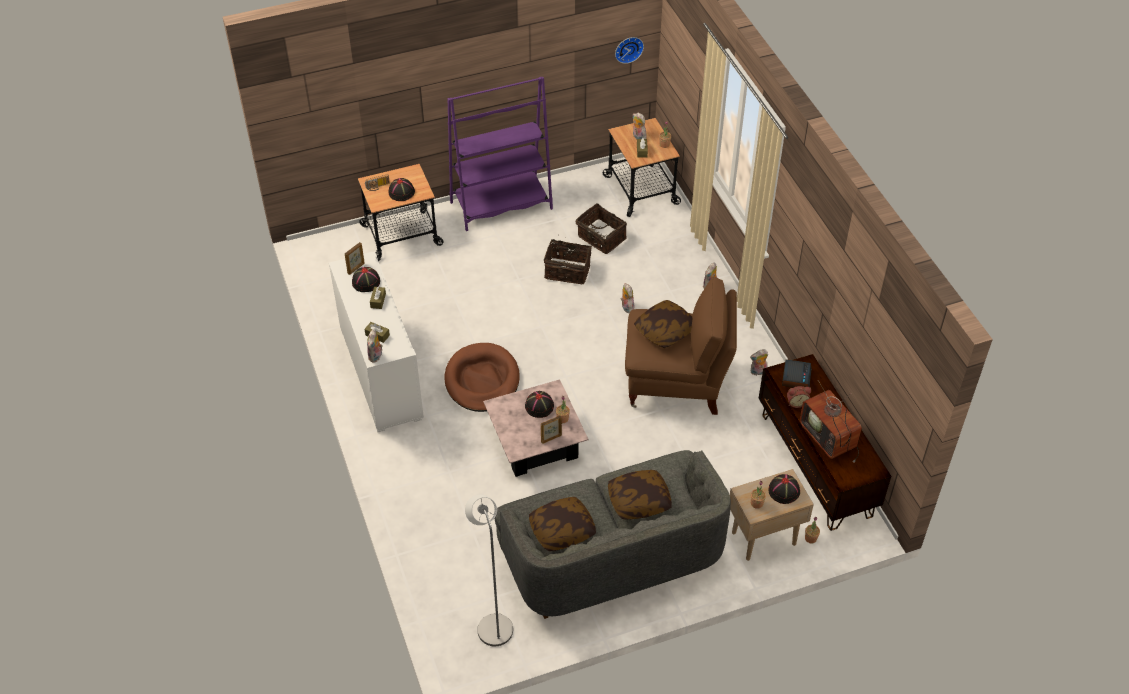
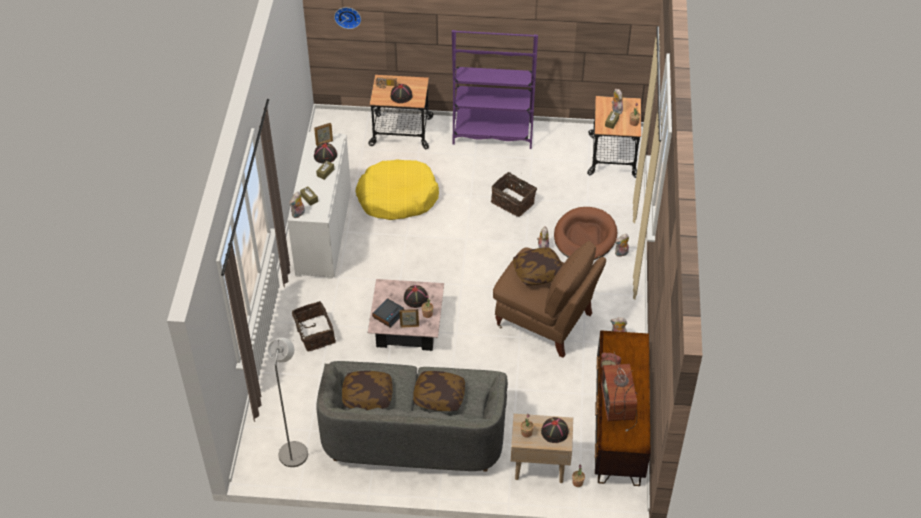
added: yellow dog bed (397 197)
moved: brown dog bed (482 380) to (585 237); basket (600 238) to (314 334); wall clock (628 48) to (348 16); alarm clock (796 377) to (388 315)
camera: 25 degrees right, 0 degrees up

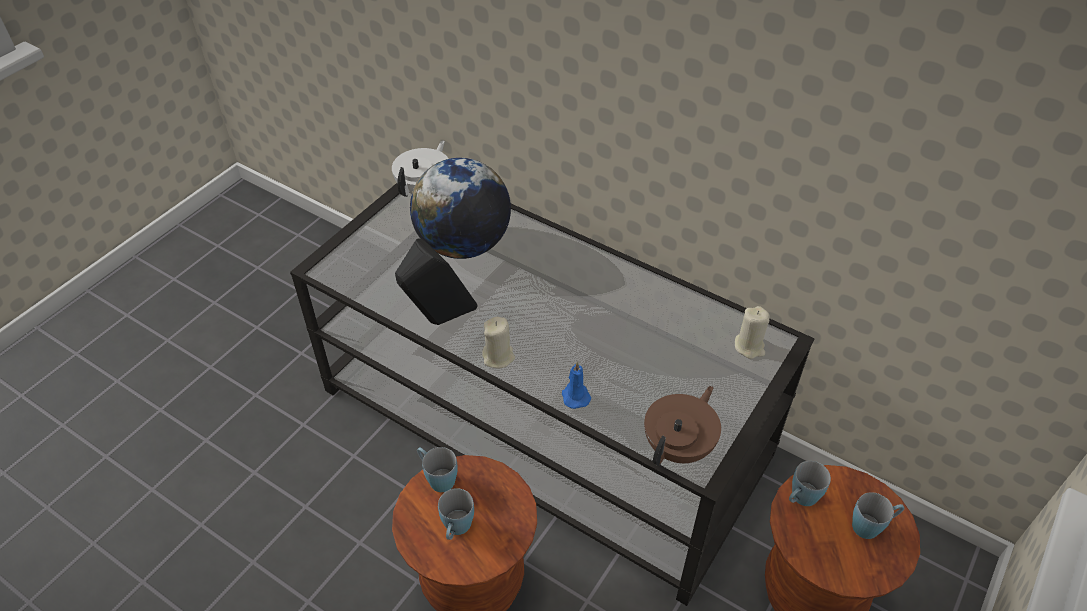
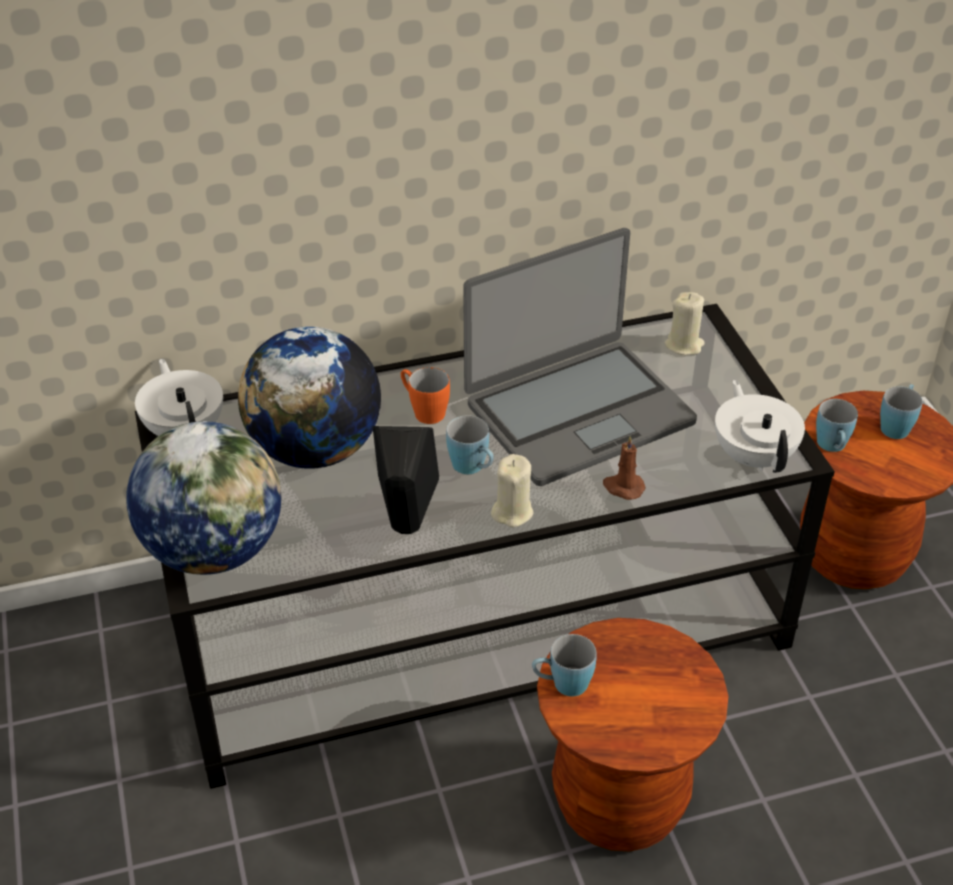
added: globe (214 550); orange mug (423 410); laptop (577 412)
moved: blue mug (456 529) to (473 468)
recoloured: blue candle (575 395) to brown candle (623 487); brown teapot (679 446) to white teapot (753 456)
camera: 50 degrees left, 5 degrees down

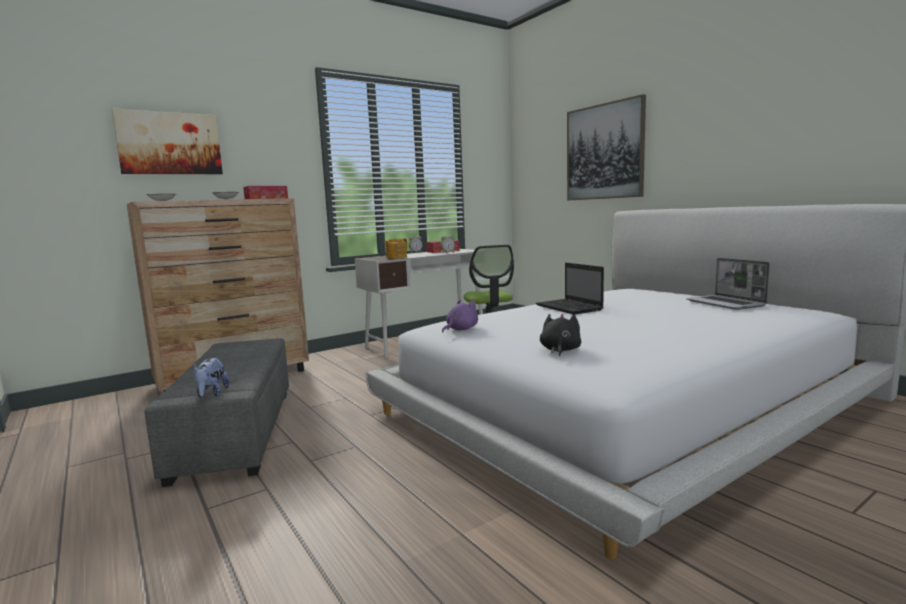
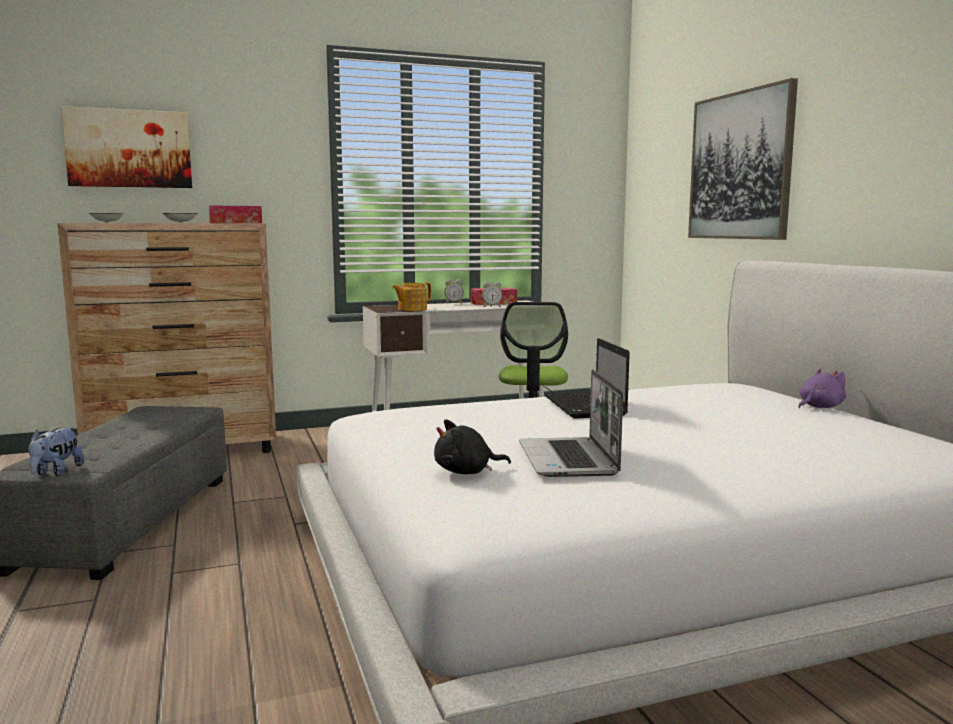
moved: purple plush toy (460 329) to (819 407); laptop (726 303) to (569 460)
turned: black plush toy (560 350) = (466 472) 135 degrees counterclockwise
camera: 15 degrees right, 0 degrees up

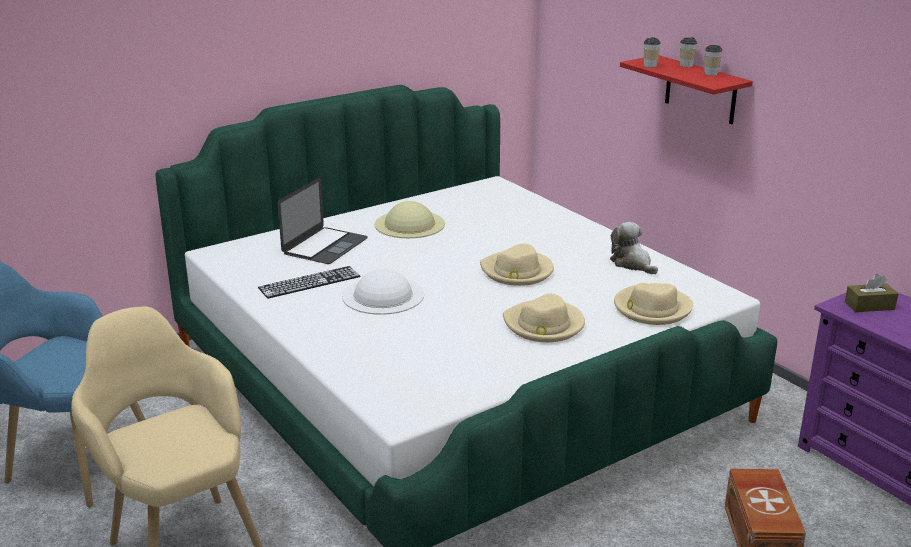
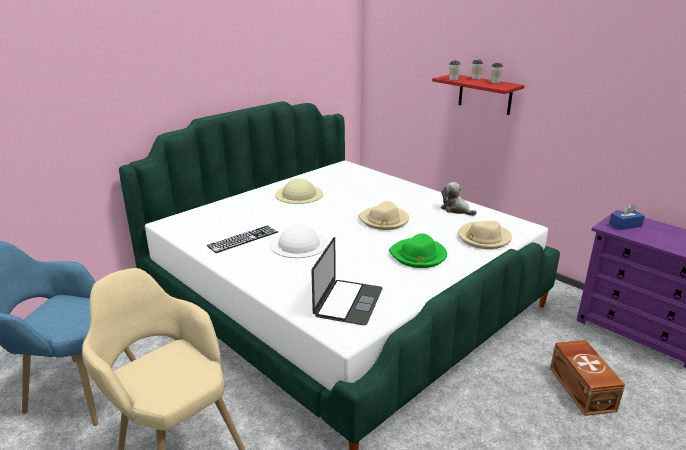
moved: laptop (325 246) to (348 302)
recoloured: beige hat (544 325) to green hat (418 255); brown tissue box (869 306) to blue tissue box (625 225)
camera: 10 degrees left, 0 degrees up

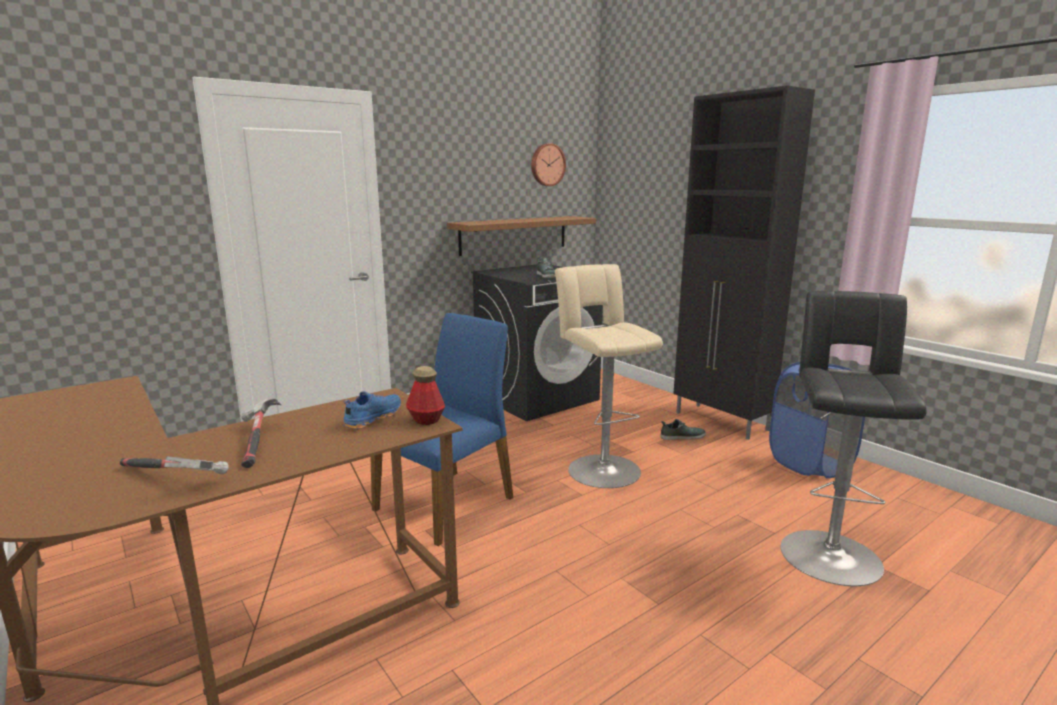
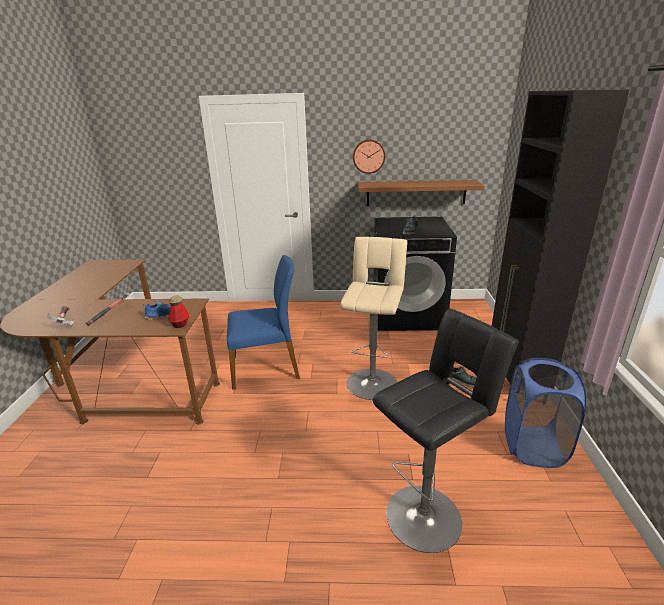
moved: wall clock (547 165) to (368 156)
camera: 40 degrees right, 10 degrees up

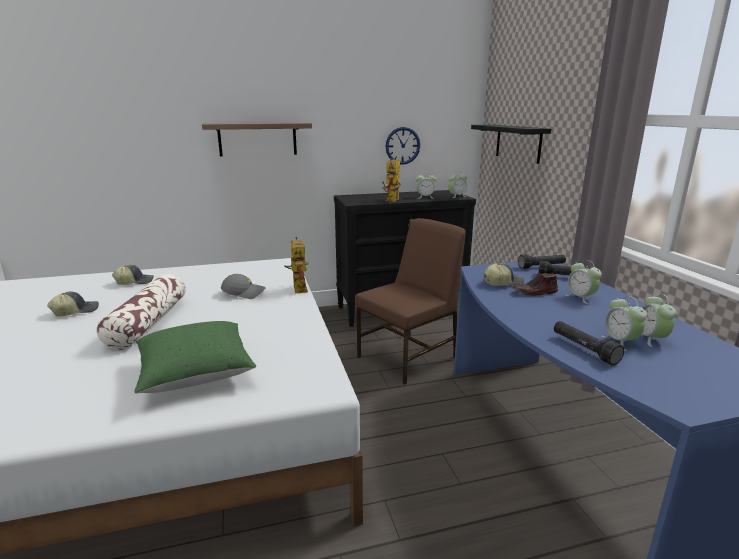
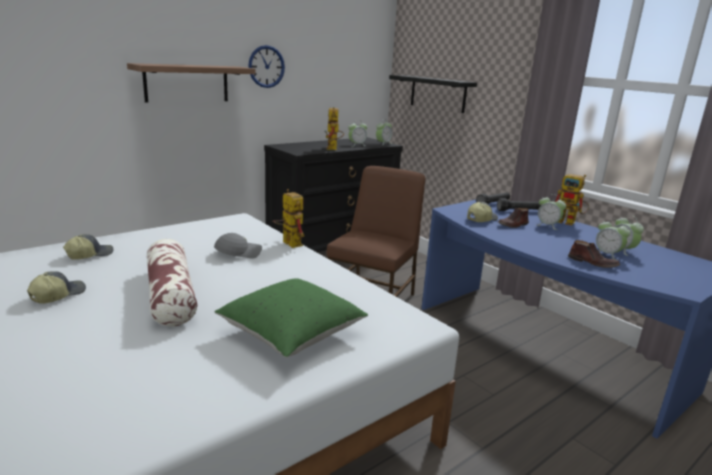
added: toy robot (569 222)
moved: wall clock (402 145) to (266 66)
replaced: black flashlight (584 349) to brown shoe (592 263)
camera: 25 degrees left, 0 degrees up

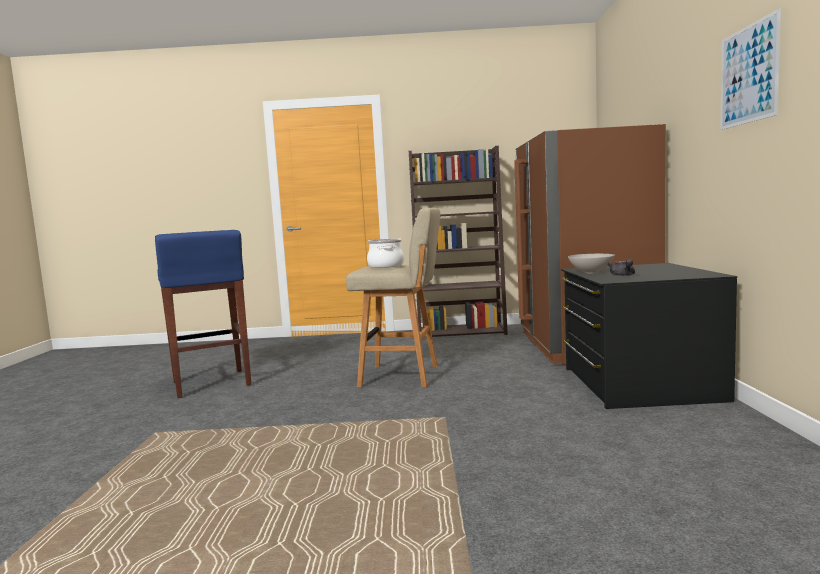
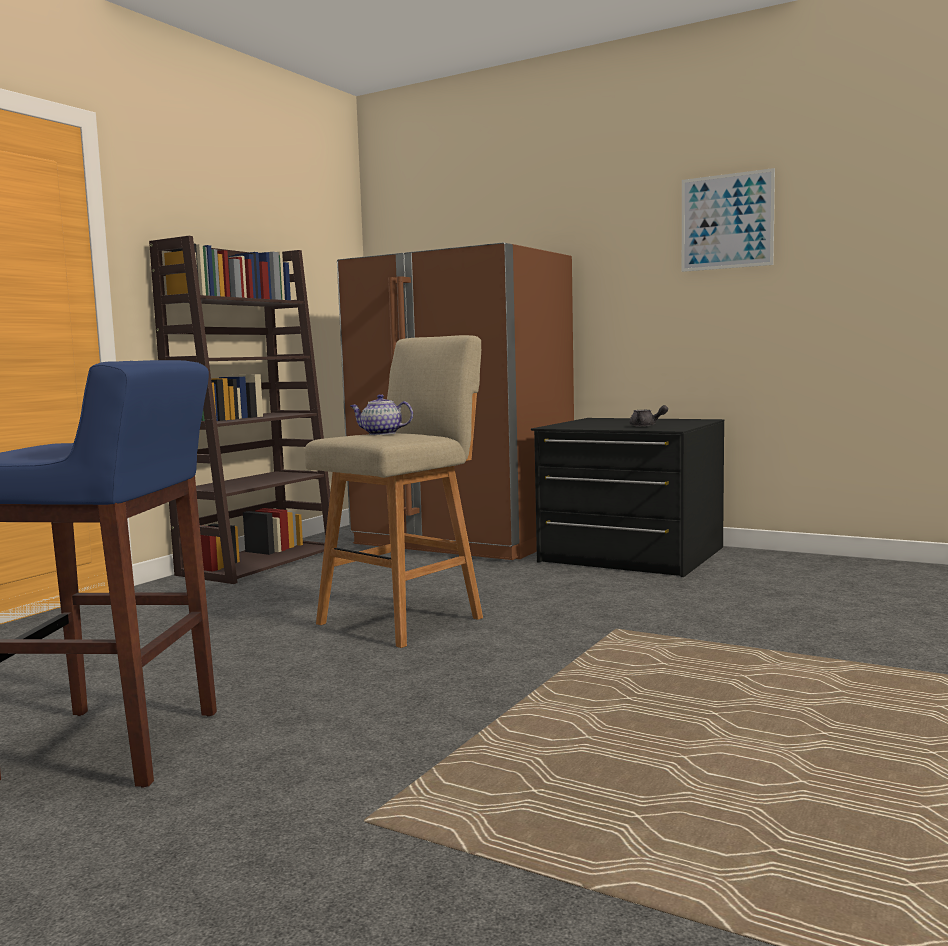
removed: white bowl (590 272)
replaced: cooking pot (385 266) to teapot (381 434)
camera: 60 degrees left, 0 degrees up

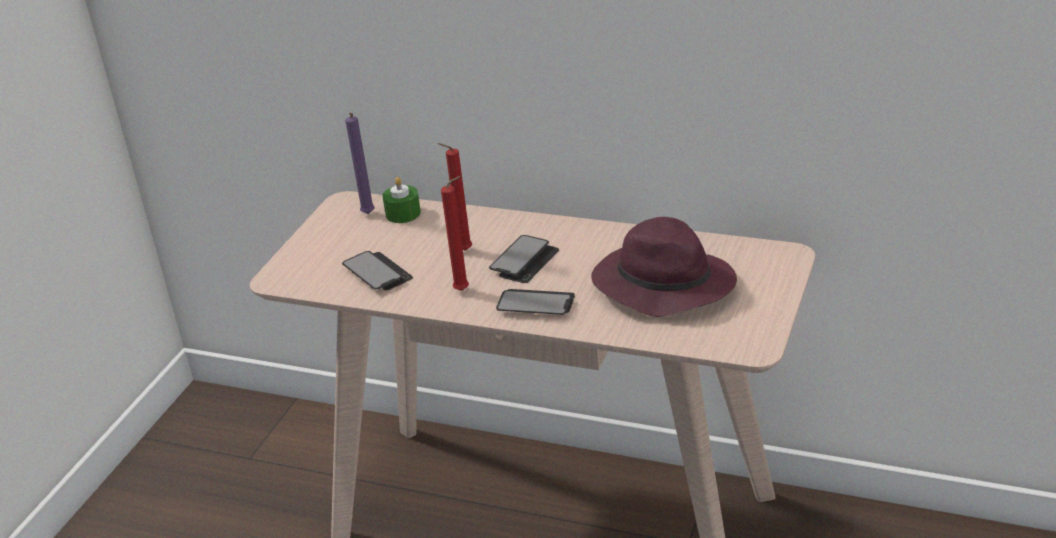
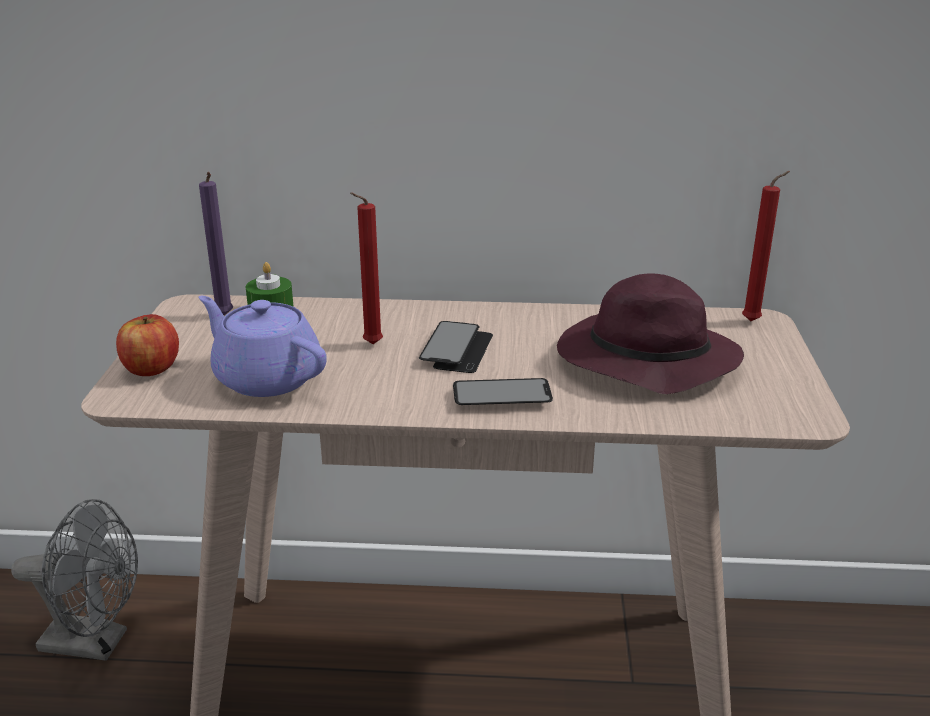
added: grey fan (96 642); apple (151 368)
moved: red candle (464 290) to (754 321)
replaced: phone (377 273) to purple teapot (266 377)
camera: 20 degrees left, 5 degrees down

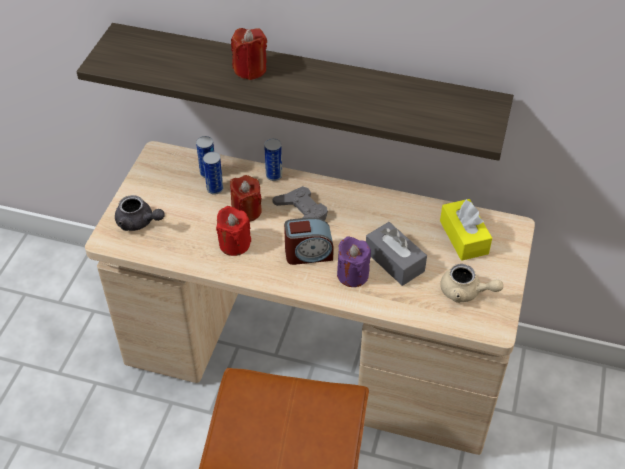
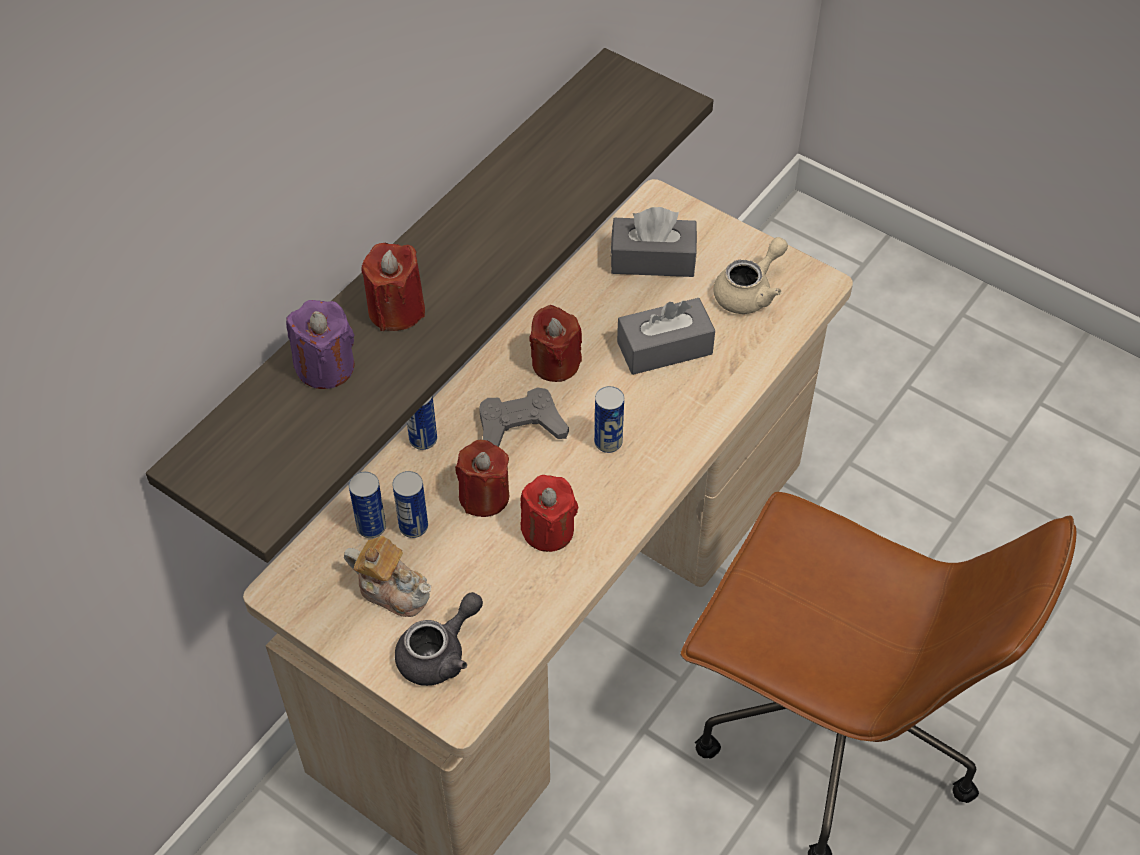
added: teapot (393 590); red candle (555 363)
moved: purple candle (352 275) to (325 366)
replaced: alarm clock (308 253) to can (608 442)
recoloured: yellow tissue box (463 237) to grey tissue box (653 259)
camera: 70 degrees left, 5 degrees up

